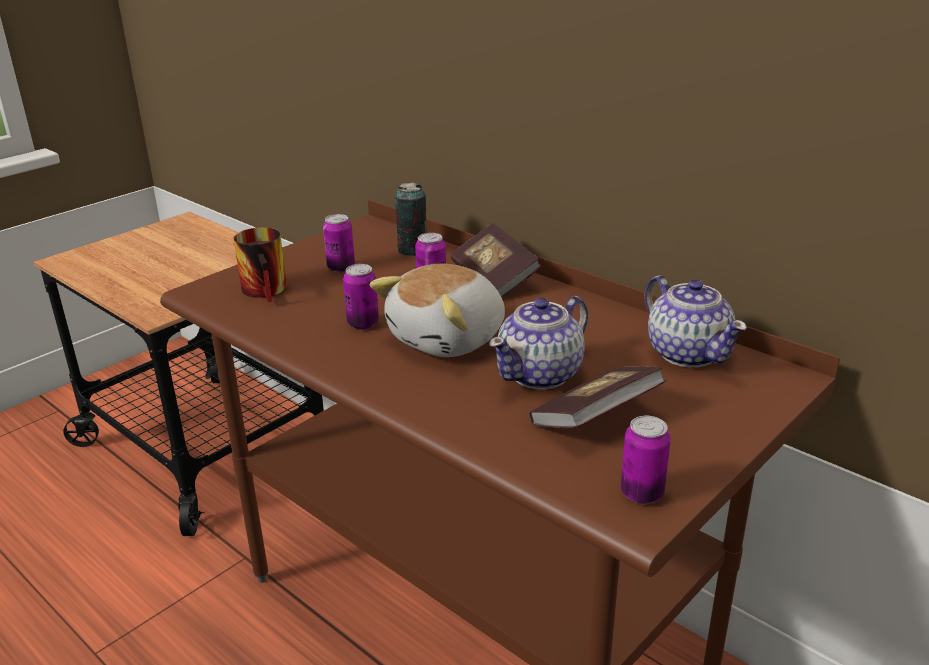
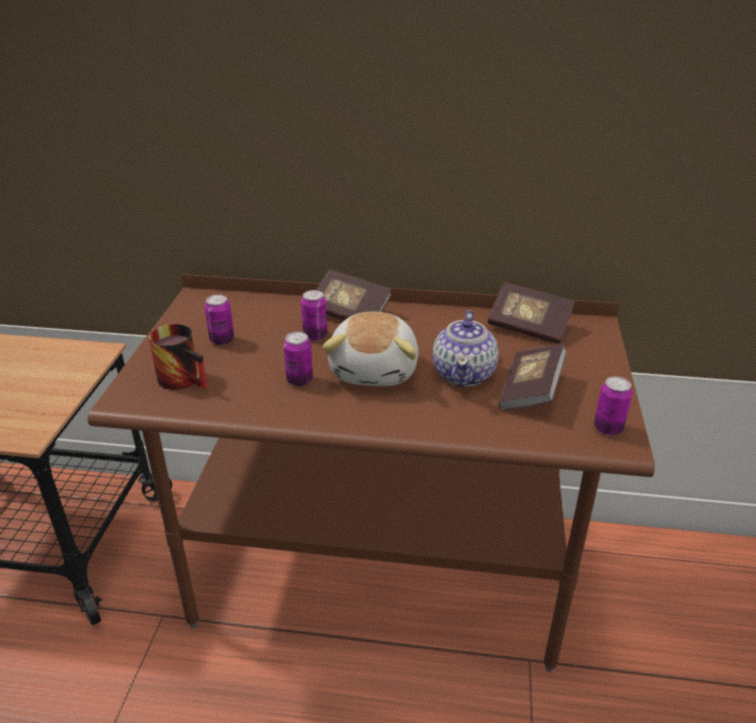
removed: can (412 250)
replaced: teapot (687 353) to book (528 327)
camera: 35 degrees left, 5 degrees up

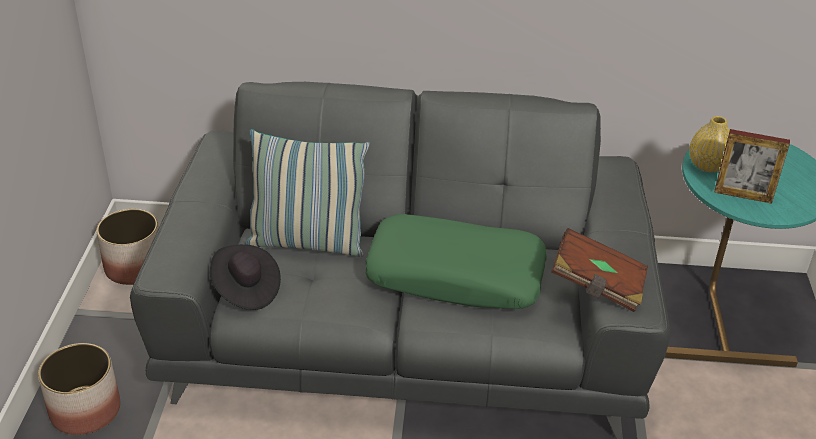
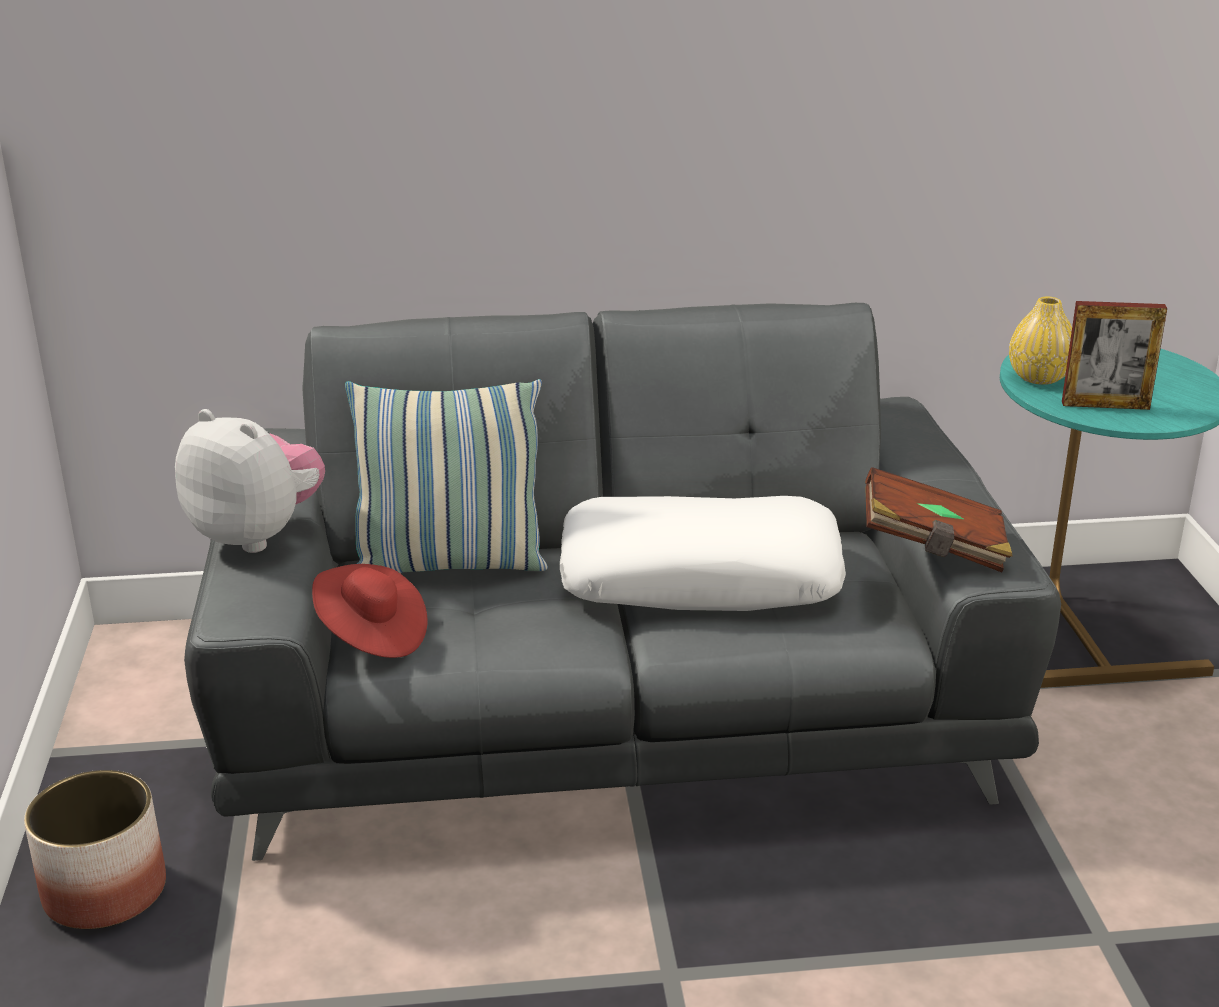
removed: planter (134 267)
added: plush toy (257 535)
recoloured: black hat (246 290) to red hat (371 635); green pillow (456 275) to white pillow (700 578)
camera: 10 degrees left, 10 degrees down

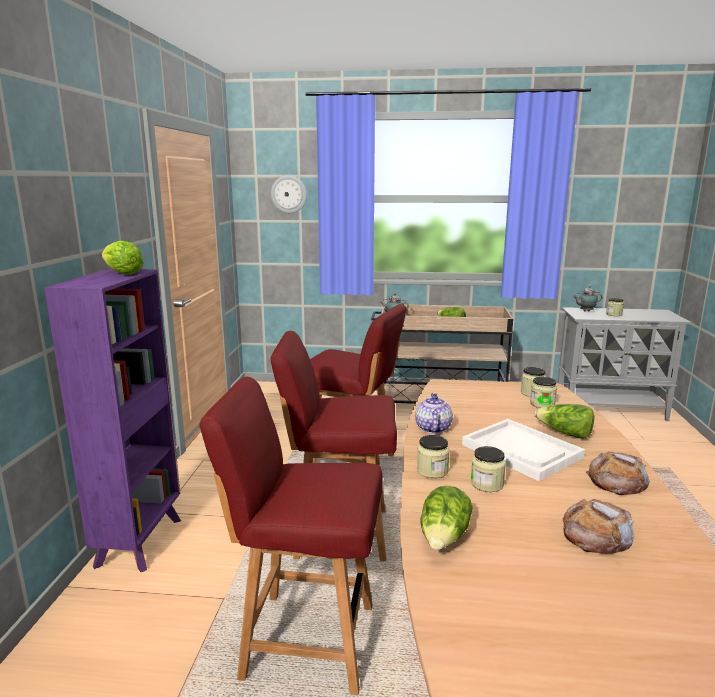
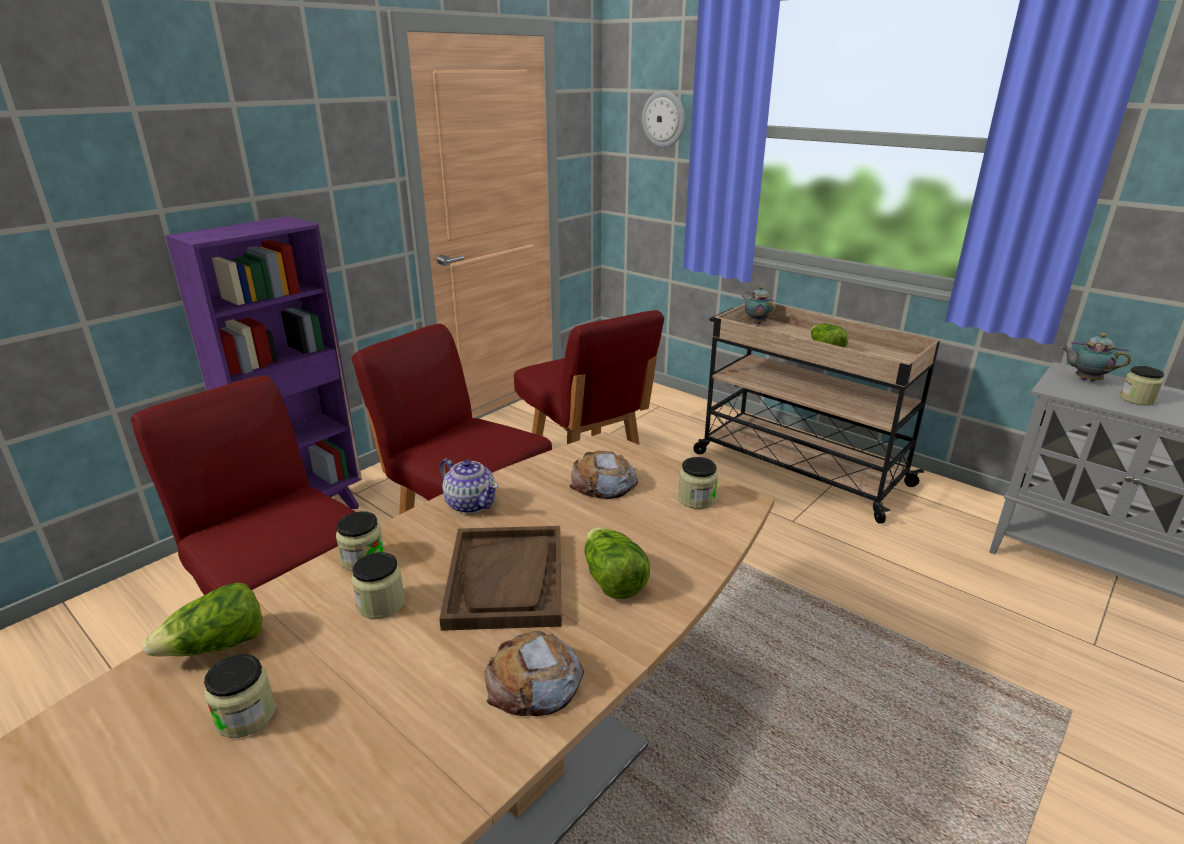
removed: lettuce (122 273)
moved: jar (542 404) to (246 716); bread (596 534) to (603 483)
recoloured: white tray (521 451) to brown tray (506 579)
turned: teapot (432 428) = (470 503) 90 degrees clockwise
camera: 35 degrees right, 10 degrees up

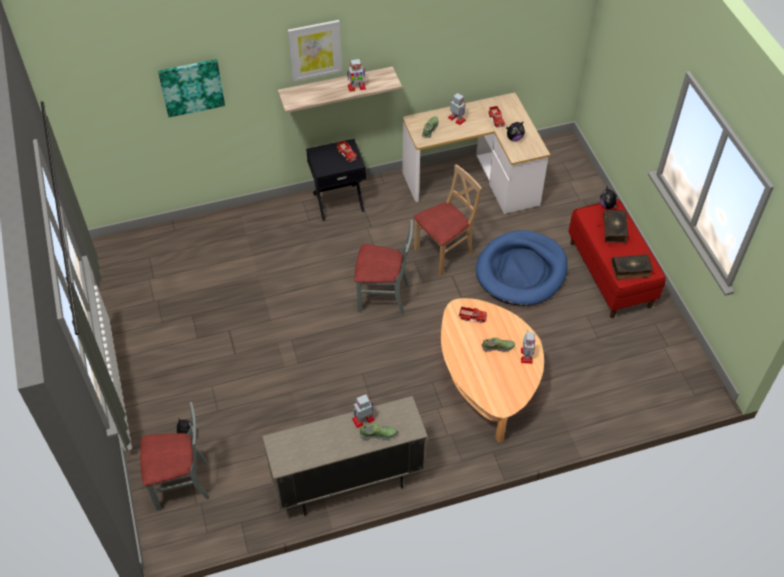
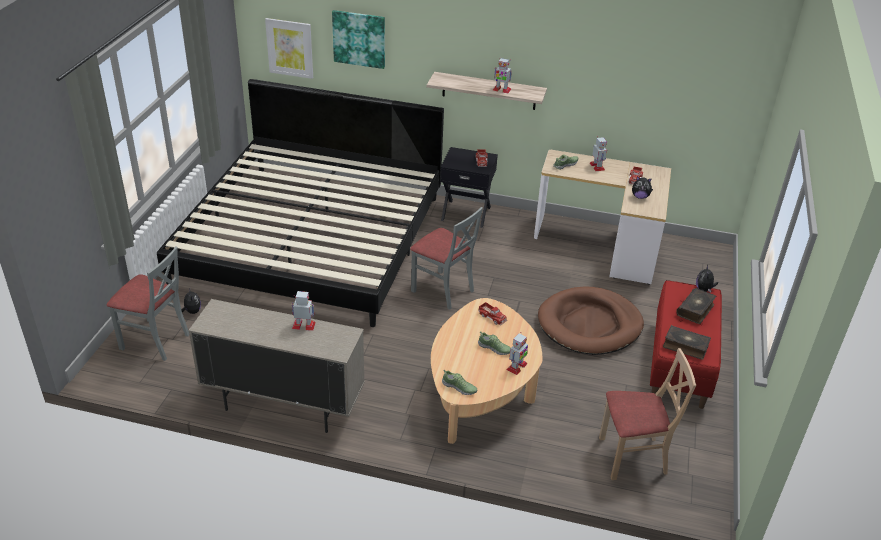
added: bed (311 239)
moved: picture (315 50) to (290 48); shoe (378 434) to (459 388); beige chair (444 252) to (632 457)
recoloured: blue dog bed (521 271) to brown dog bed (589 324)
camera: 30 degrees right, 15 degrees down

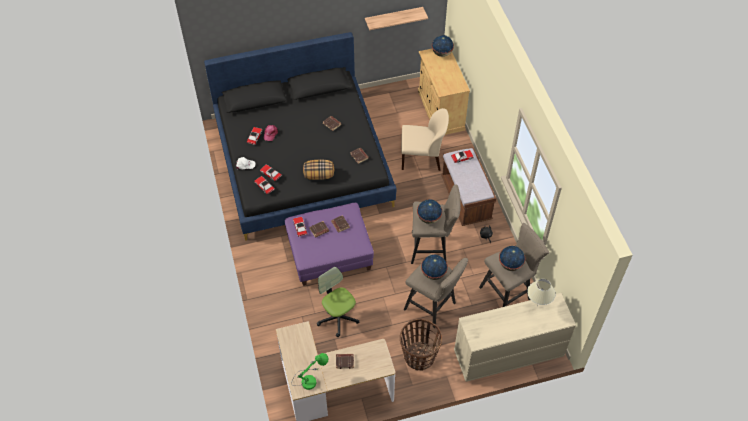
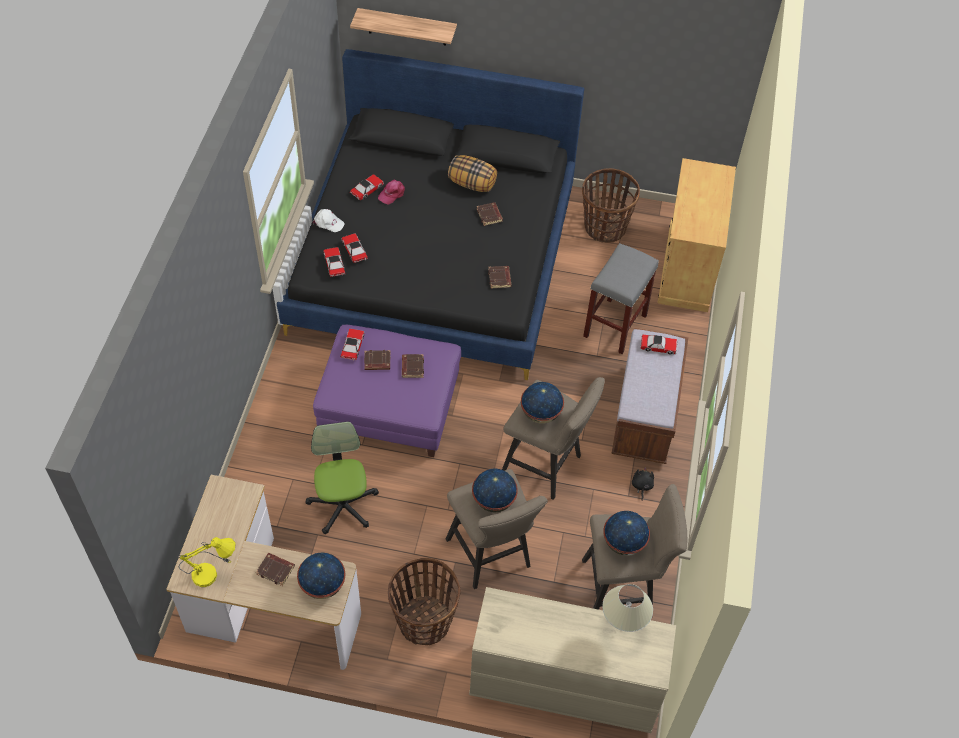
added: basket (604 227)
moved: pillow (319 175) to (472 184); shelf (393 18) to (407 27); globe (442 53) to (323 586)
replaced: beige chair (422 158) to grey stool (615 327)
recoloured: green table lamp (309 378) to yellow table lamp (210 569)
camera: 25 degrees right, 0 degrees up

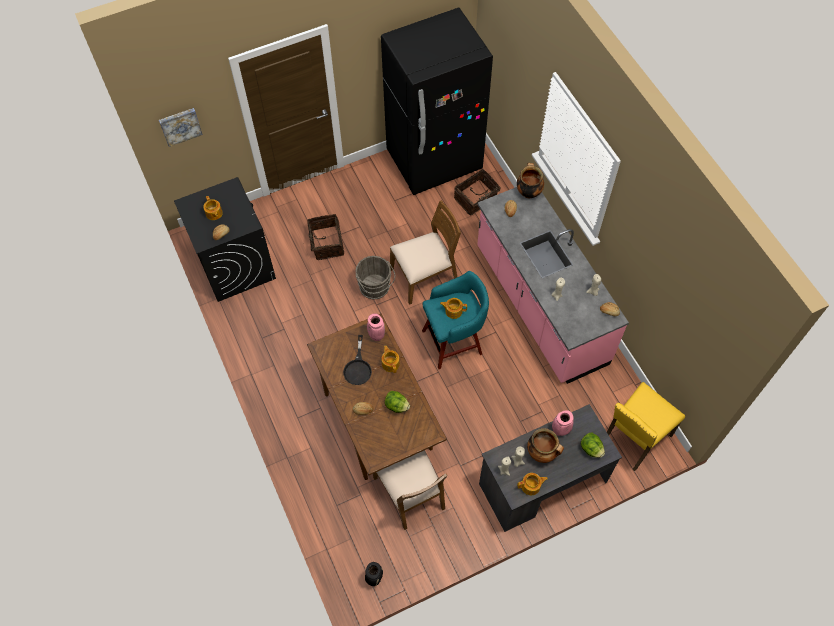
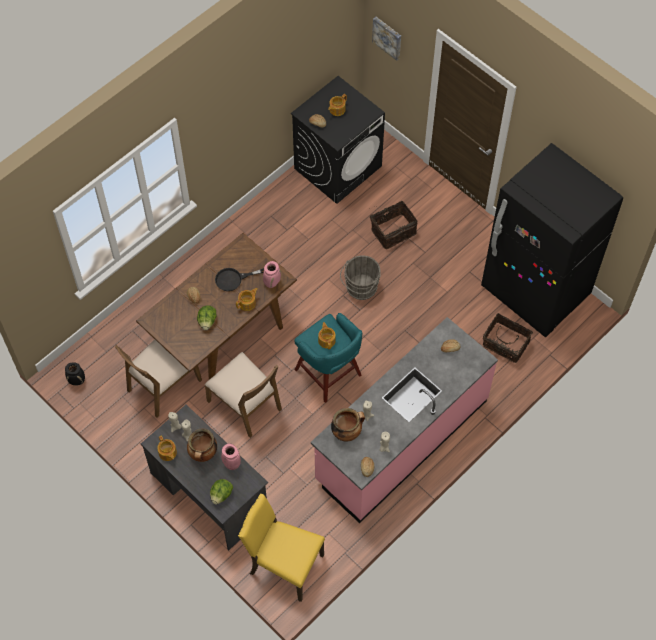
moved: brown chair (425 276) to (245 404); cooking pot (528 192) to (347 432)
camera: 70 degrees right, 0 degrees up

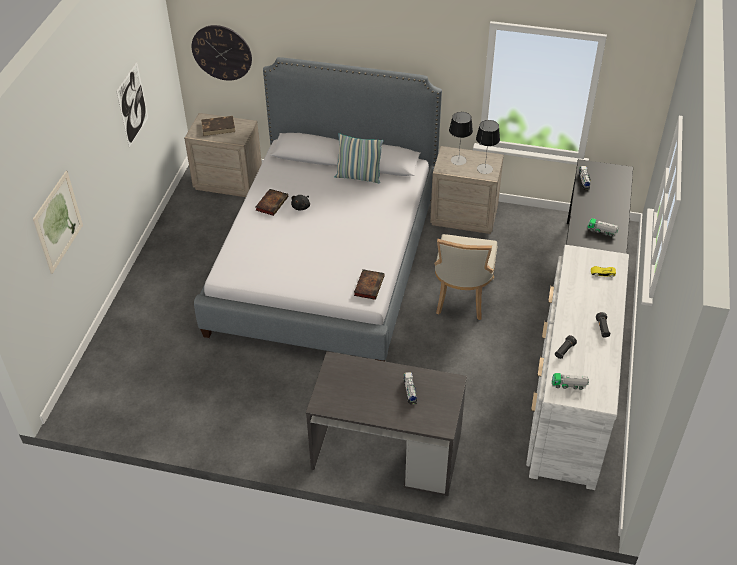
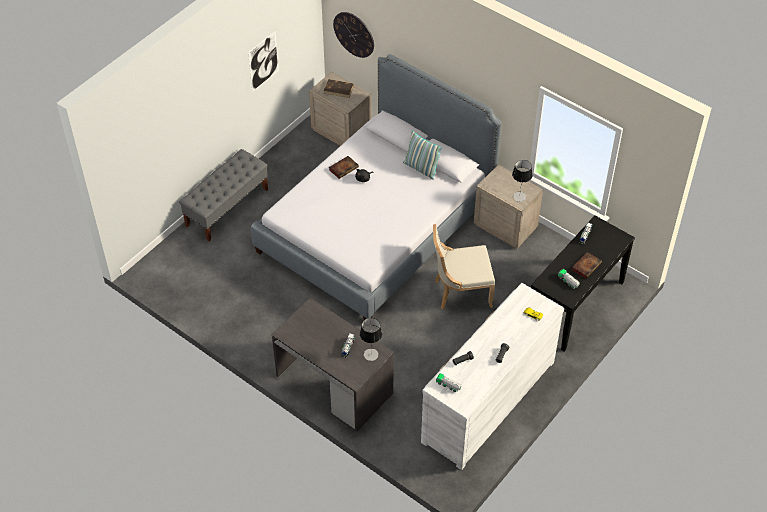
removed: picture (58 222)
added: grey bench (227 207)
moved: book (369 285) to (586 266); table lamp (458 160) to (371 354)
turned: beige chair (462 297) = (460 292) 45 degrees clockwise
camera: 25 degrees right, 5 degrees up

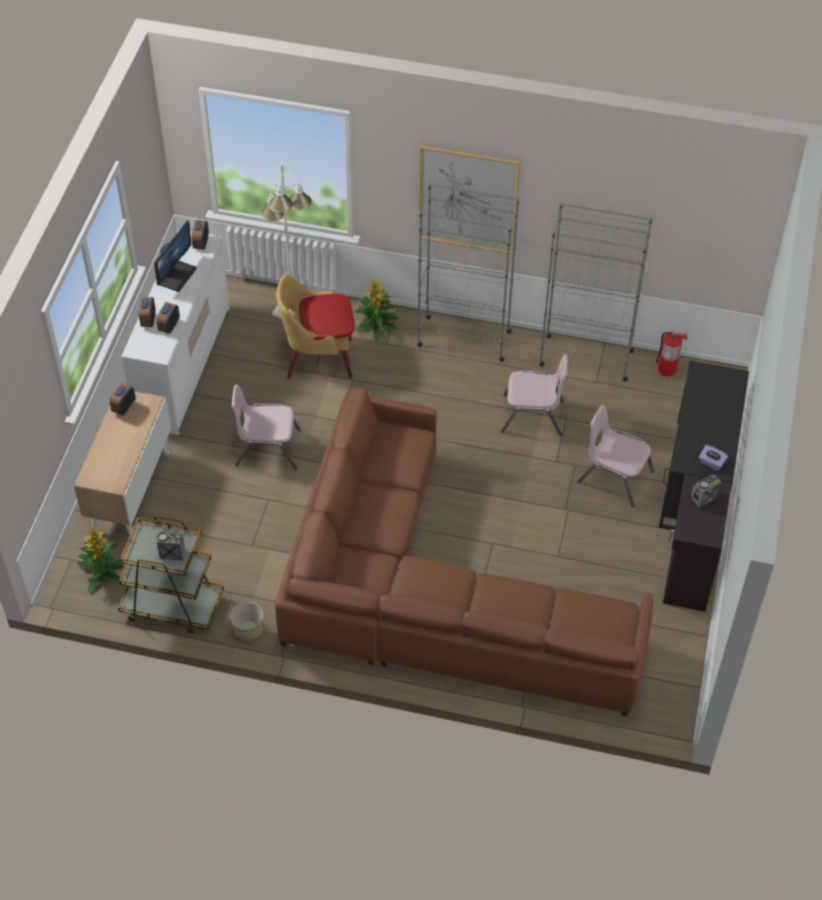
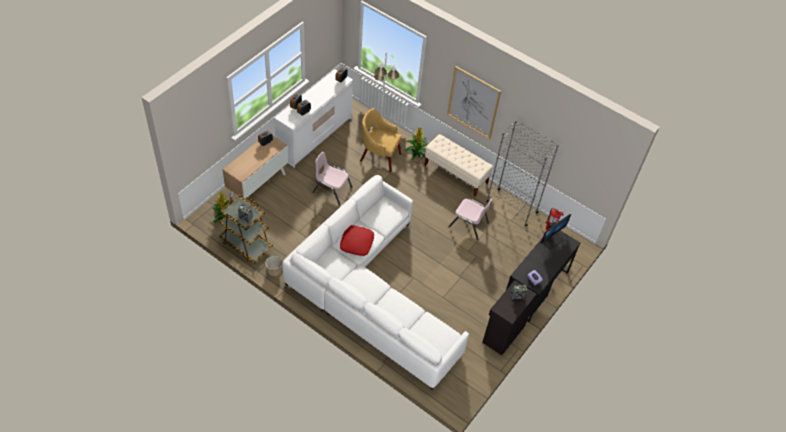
removed: pink chair (614 477)
moved: monitor (176 275) to (552 239); red pillow (326 322) to (356 243)
replaced: grey bookcase (463 339) to beige bench (456 174)
recoloured: brown sofa (432 596) to white sofa (370 291)
camera: 20 degrees right, 0 degrees up

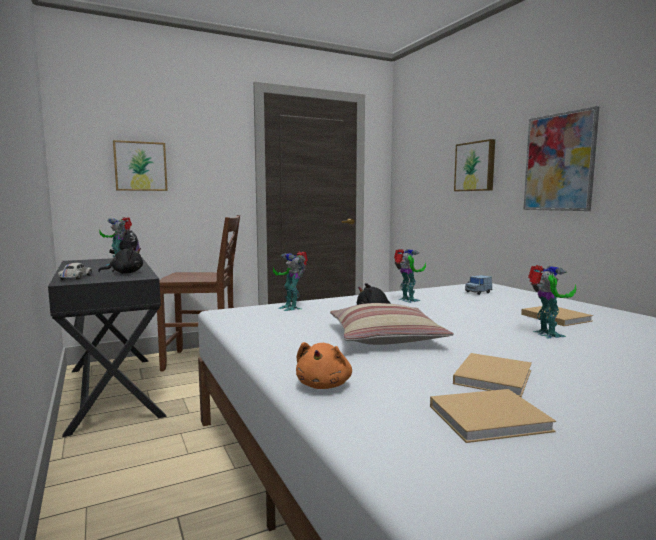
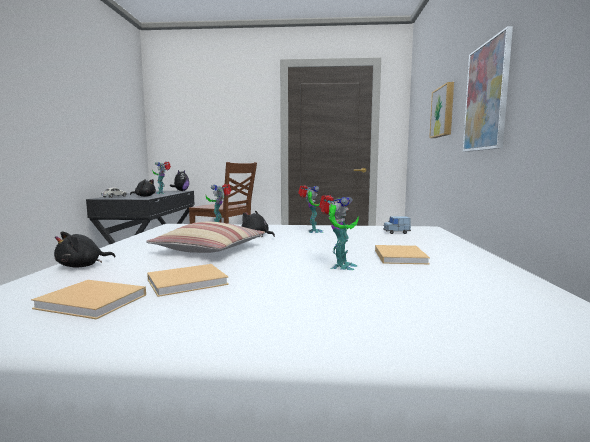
removed: picture (140 166)
recoloured: orange plush toy (324 385) to black plush toy (82 266)
camera: 30 degrees right, 0 degrees up

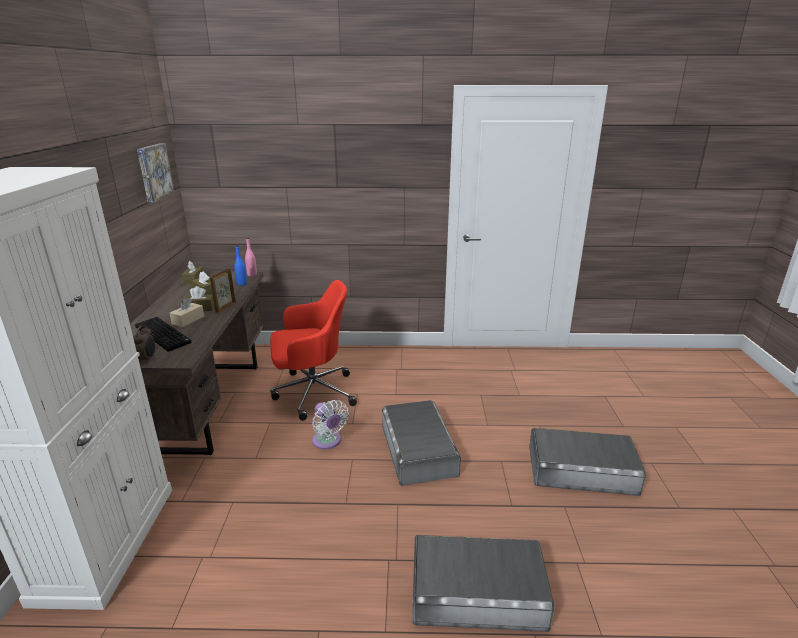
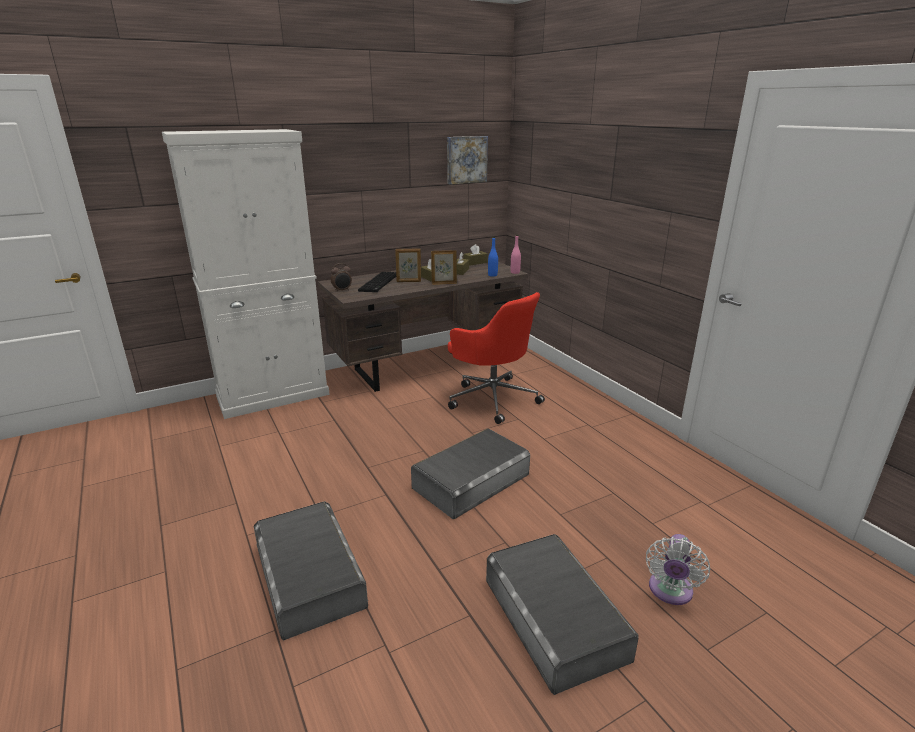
moved: white fan (328 442) to (670 592)
replaced: beige tissue box (188 320) to picture frame (409 281)
camera: 60 degrees right, 0 degrees up

